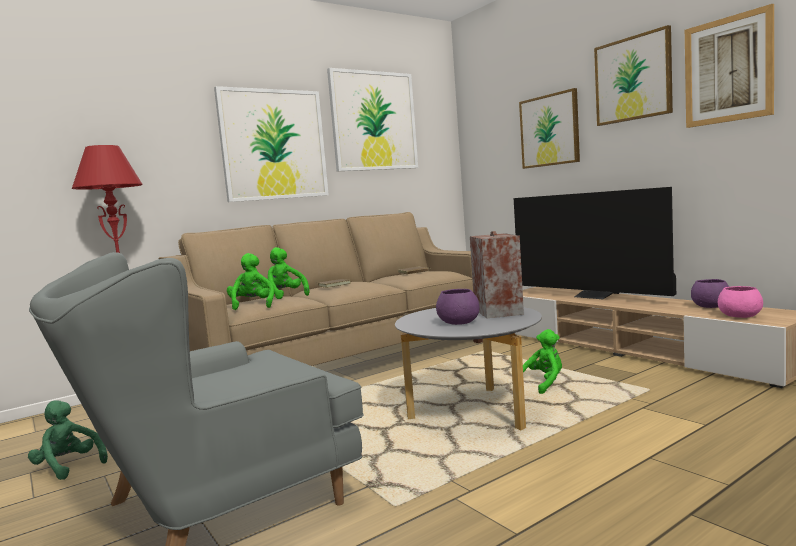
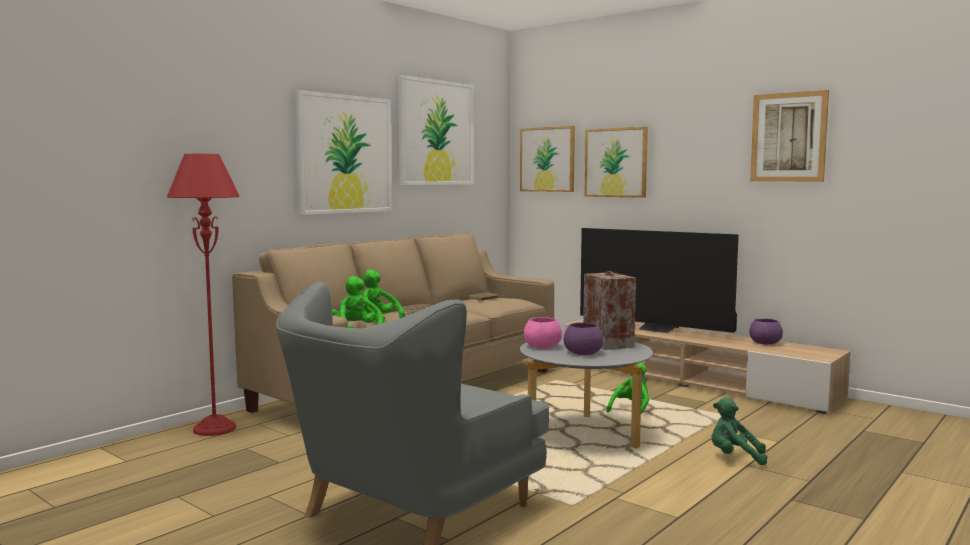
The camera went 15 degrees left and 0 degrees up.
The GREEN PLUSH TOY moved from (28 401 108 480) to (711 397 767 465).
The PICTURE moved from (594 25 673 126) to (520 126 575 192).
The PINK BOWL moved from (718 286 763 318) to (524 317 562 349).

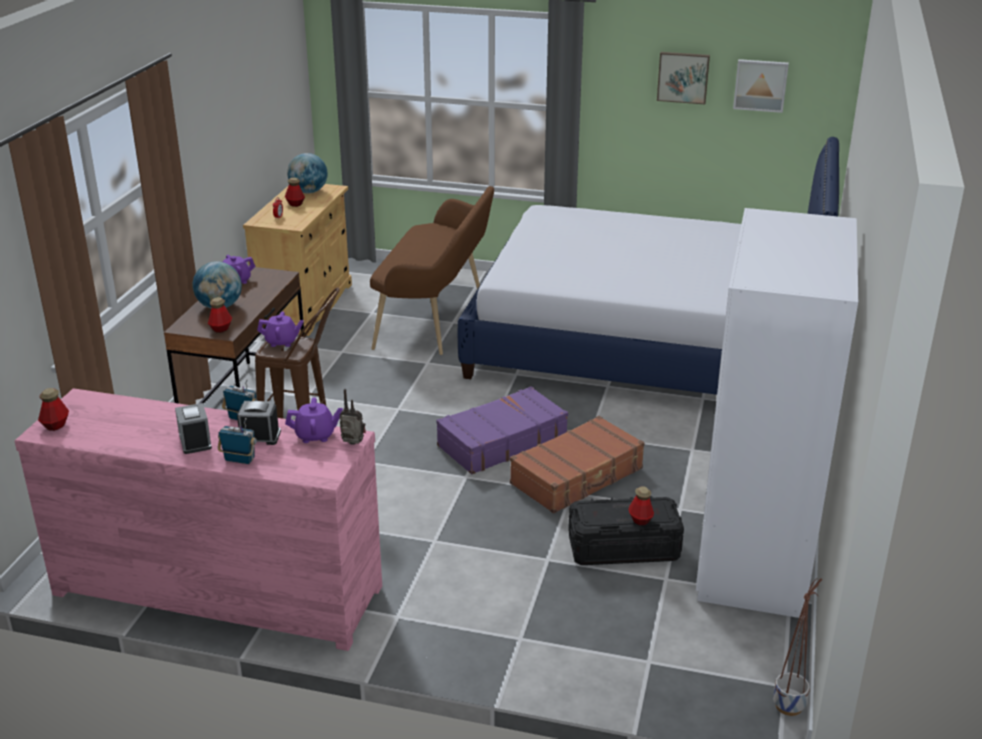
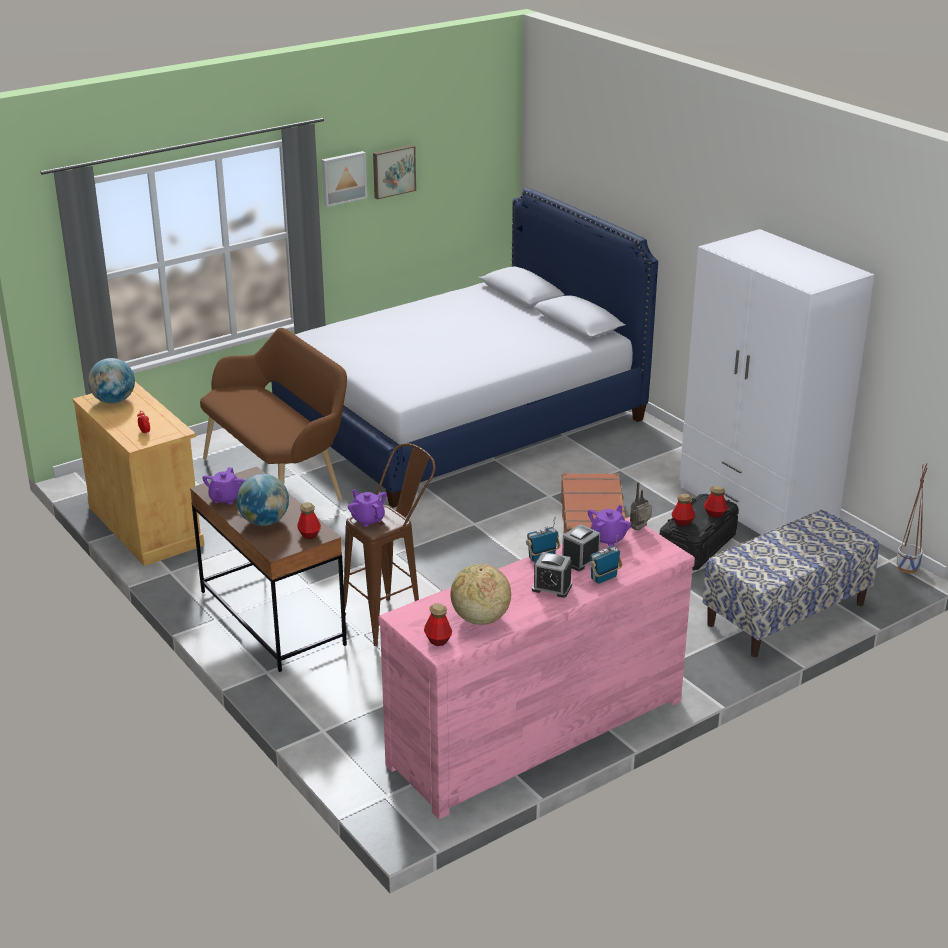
The camera went 50 degrees left and 0 degrees up.
The PURPLE TEAPOT at (257 311 304 347) turned 75 degrees counterclockwise.
The BOTTLE moved from (285 177 305 207) to (672 494 695 526).
The PURPLE SUITCASE at (436 386 568 474) disappeared.
The PICTURE moved from (733 59 789 113) to (322 151 367 207).
The GLOBE at (450 564 511 625) appeared.
The BENCH at (702 510 879 657) appeared.

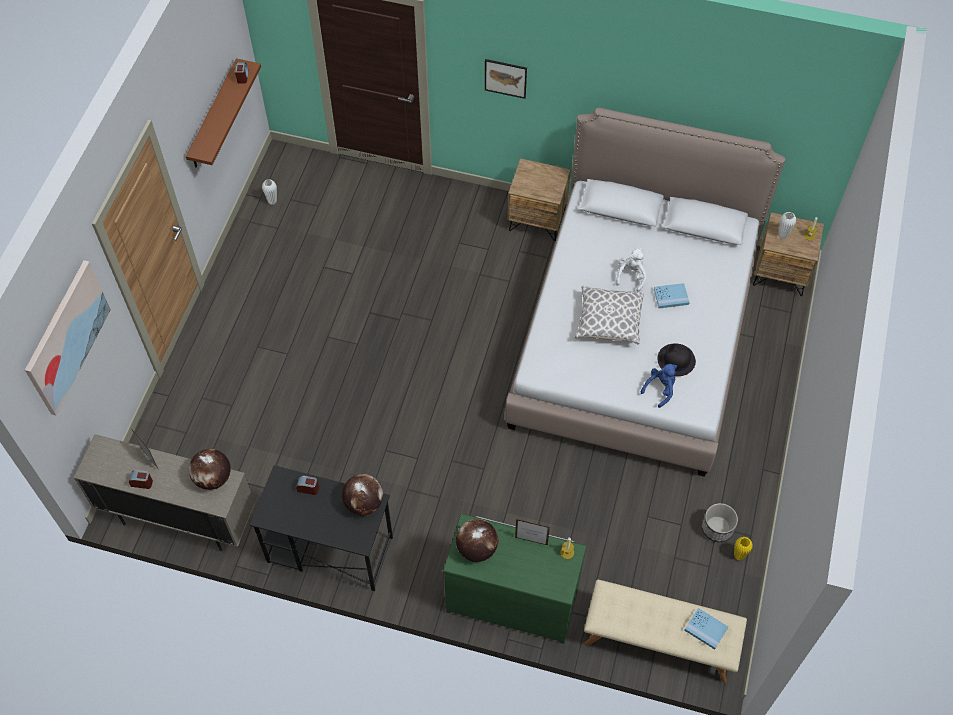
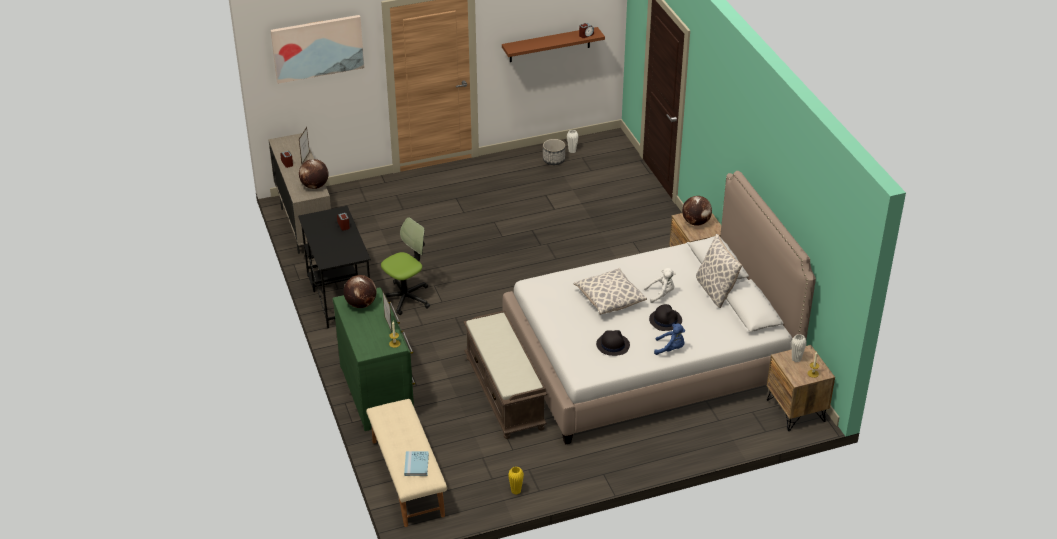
The camera went 55 degrees right and 20 degrees down.
The GLOBE moved from (342 474 383 515) to (682 196 712 226).
The PICTURE at (485 59 527 99) disappeared.
The BLUE PLUSH TOY moved from (640 364 677 408) to (654 323 685 355).
The BLUE BOOK at (654 283 690 309) was replaced by the BLACK HAT at (649 304 682 331).
The PLANTER moved from (702 503 738 542) to (543 139 565 165).
The OFFICE CHAIR at (381 217 430 315) appeared.
The BROWN BENCH at (463 310 547 439) appeared.
The PILLOW at (696 234 742 308) appeared.

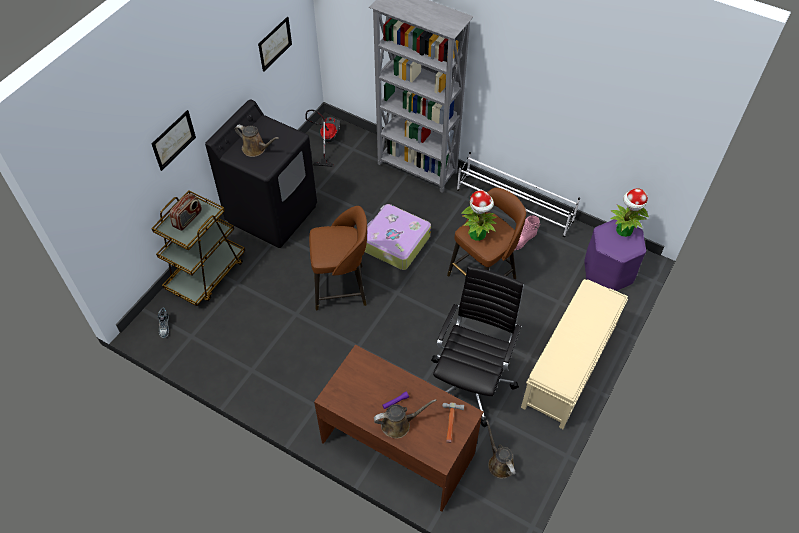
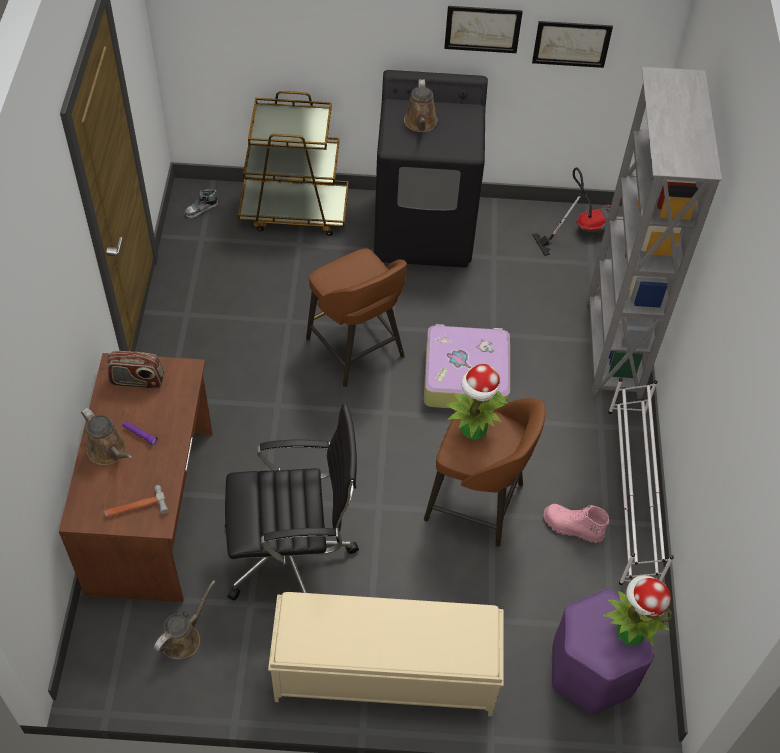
The camera went 60 degrees right and 0 degrees up.
The PICTURE moved from (152 110 196 171) to (444 6 523 53).
The RADIO moved from (169 193 202 231) to (107 351 164 389).

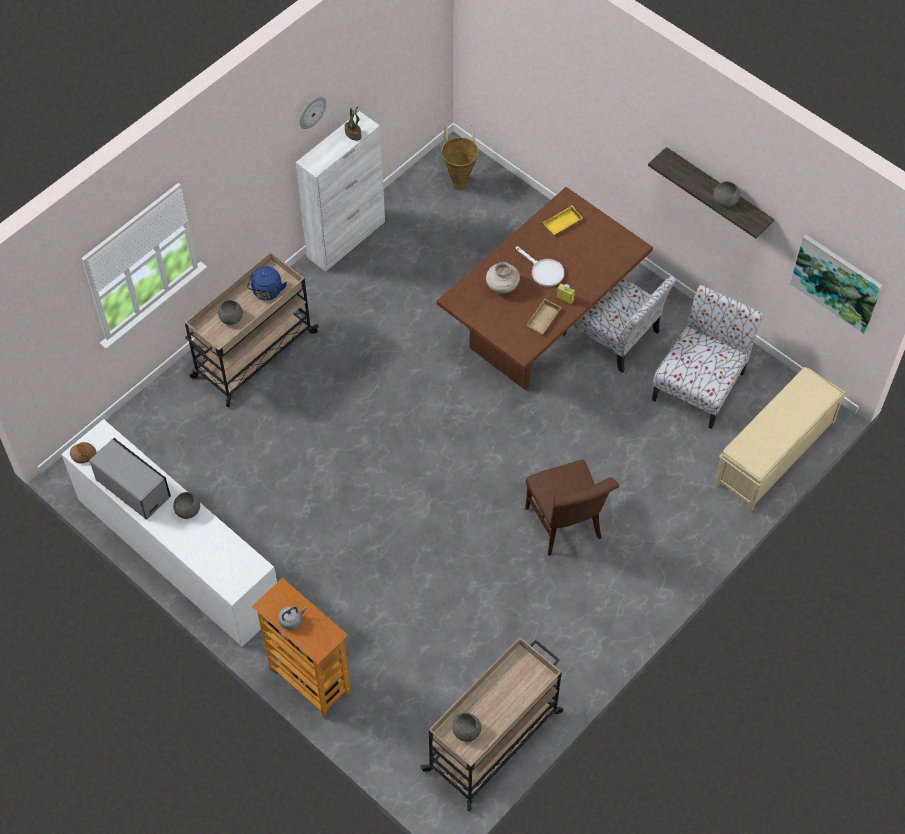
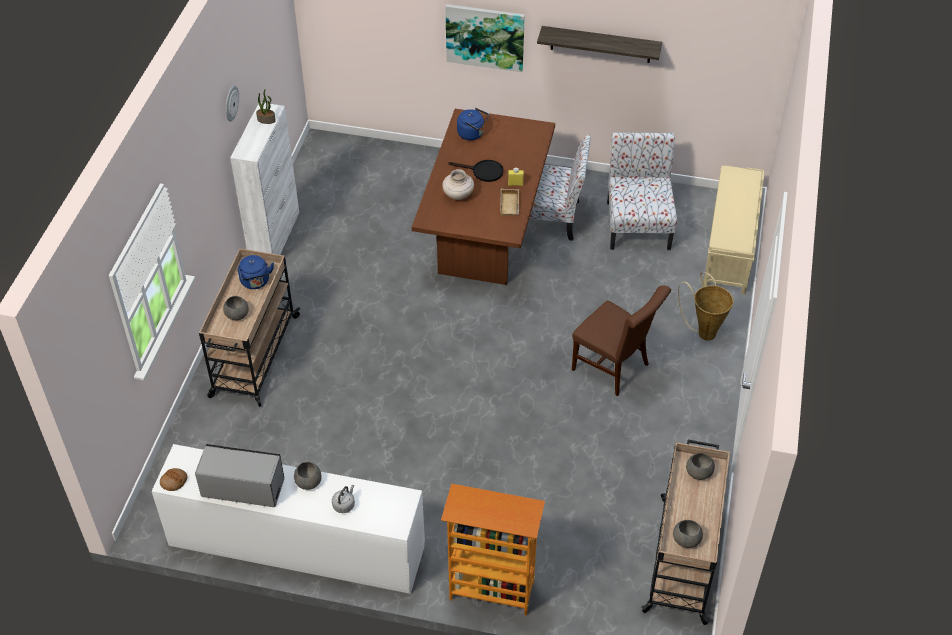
The camera went 30 degrees left and 10 degrees down.
The GREY KETTLE moved from (278 606 307 630) to (332 485 355 513).
The BASKET moved from (441 125 479 190) to (678 272 734 341).
The WHITE FRYING PAN at (516 246 564 286) became the BLACK FRYING PAN at (448 160 504 182).
The YELLOW TRAY at (543 205 583 235) was replaced by the BLUE KETTLE at (457 108 489 140).
The GREY BOWL moved from (713 181 740 207) to (686 453 715 480).
The PICTURE moved from (790 234 882 334) to (445 4 525 72).

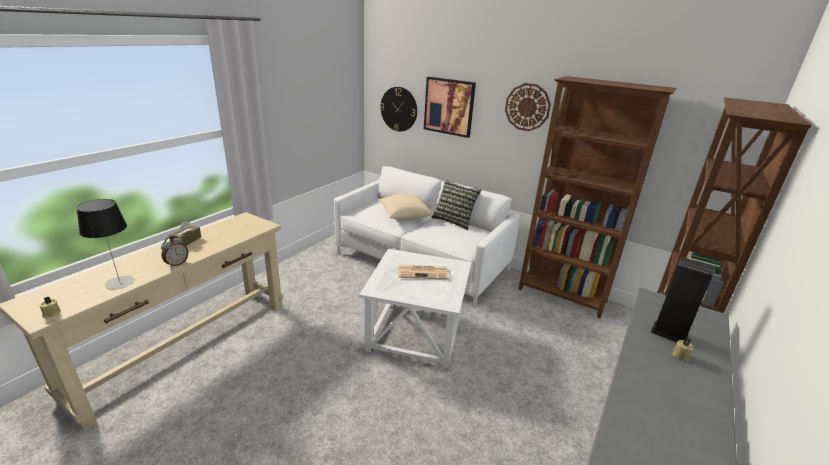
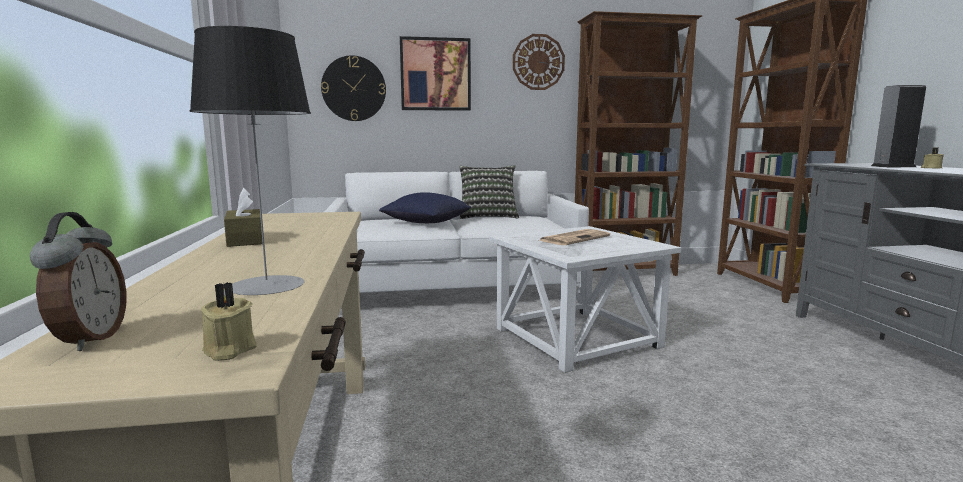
The camera went 40 degrees left and 15 degrees down.
The ALARM CLOCK moved from (161 235 188 268) to (30 212 126 351).
The BEIGE PILLOW at (378 194 433 219) became the BLUE PILLOW at (379 192 472 223).

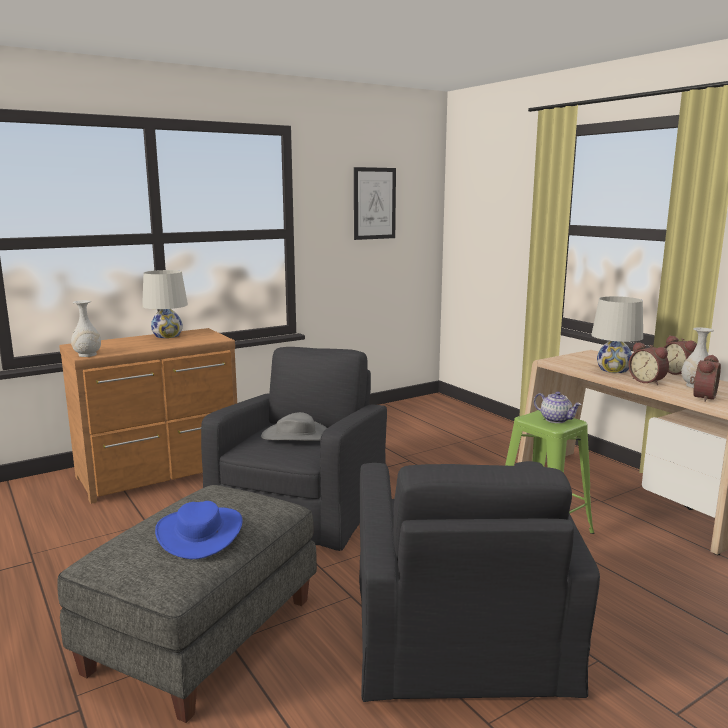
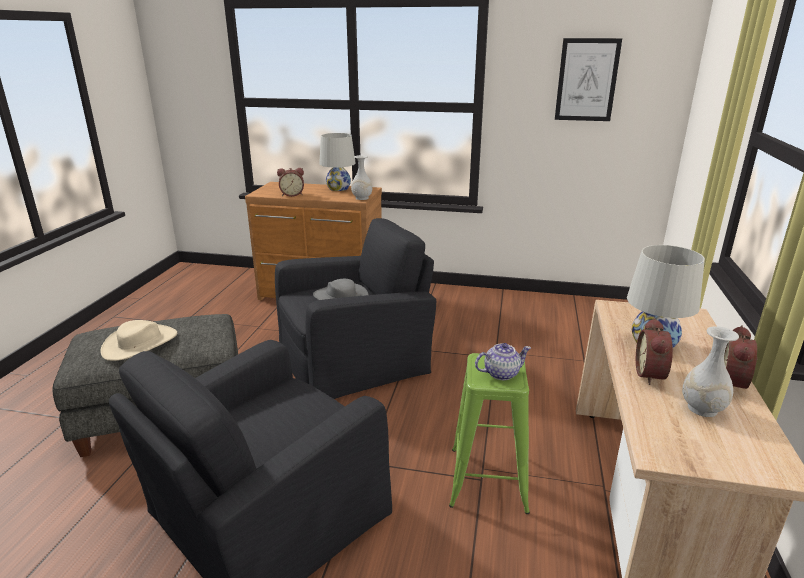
The camera went 45 degrees right and 10 degrees up.
The WHITE VASE moved from (71 300 101 357) to (351 155 373 200).
The BLUE HAT at (155 501 243 559) became the BEIGE HAT at (100 320 177 361).
The TEAPOT at (534 391 582 423) turned 105 degrees counterclockwise.
The ALARM CLOCK moved from (690 355 721 402) to (277 168 304 197).

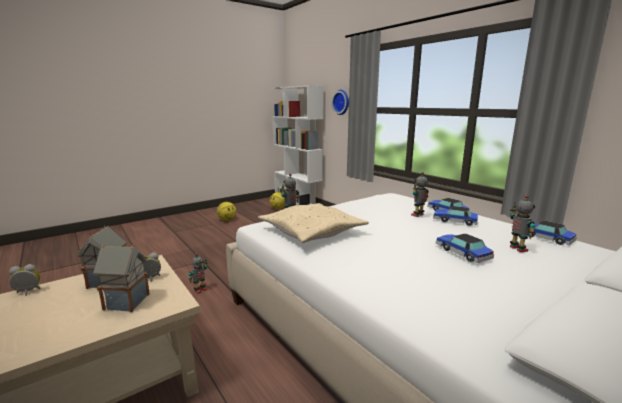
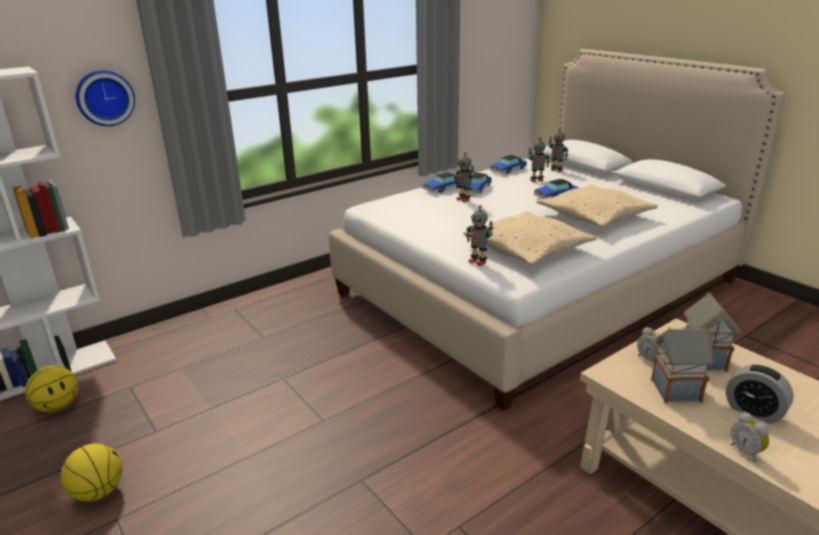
The camera went 90 degrees left and 10 degrees up.
The TOY ROBOT moved from (188 253 208 293) to (548 128 568 172).
The BEIGE PILLOW at (537 184 658 227) appeared.
The ALARM CLOCK at (726 365 794 424) appeared.

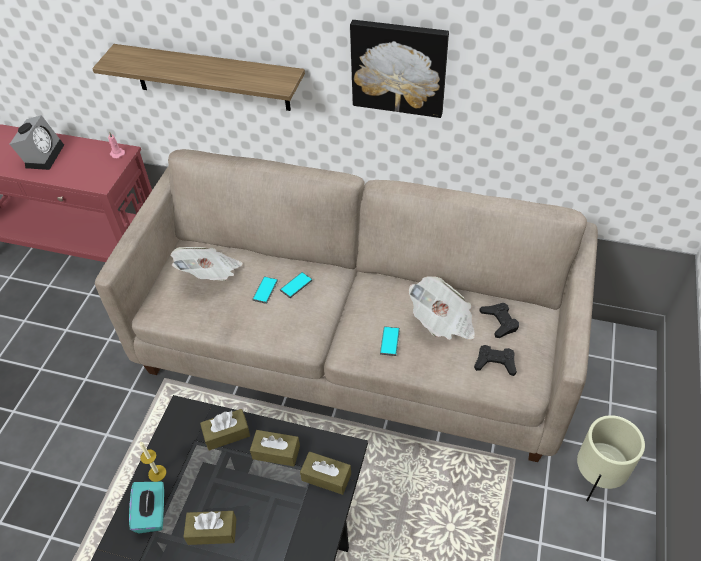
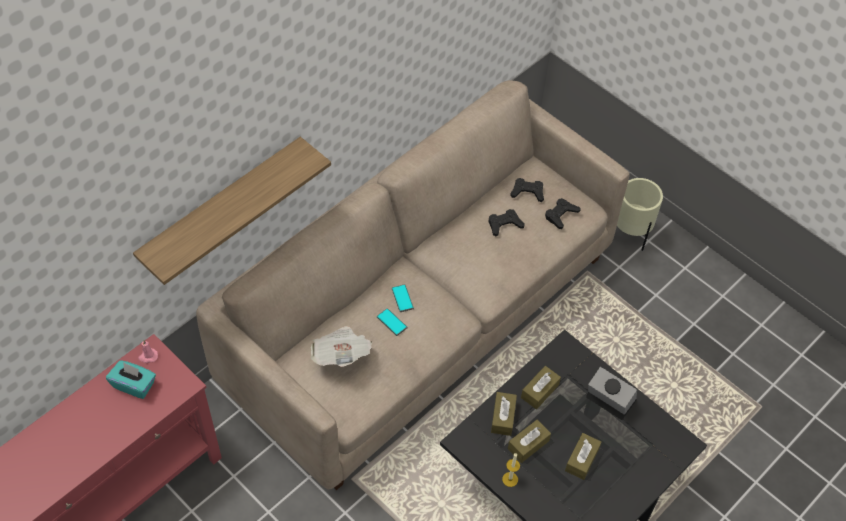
The camera went 65 degrees left and 5 degrees up.
The ALARM CLOCK moved from (10 115 64 170) to (586 367 637 420).
The TURQUOISE TISSUE BOX moved from (129 482 164 533) to (106 360 156 399).
The BROWN TISSUE BOX moved from (300 451 351 495) to (508 419 551 463).
The PICTURE at (350 20 449 118) disappeared.
The PHONE at (380 326 400 356) disappeared.
The NEWSPAPER at (409 276 475 340) was replaced by the BLACK GAME CONTROLLER at (489 209 525 236).

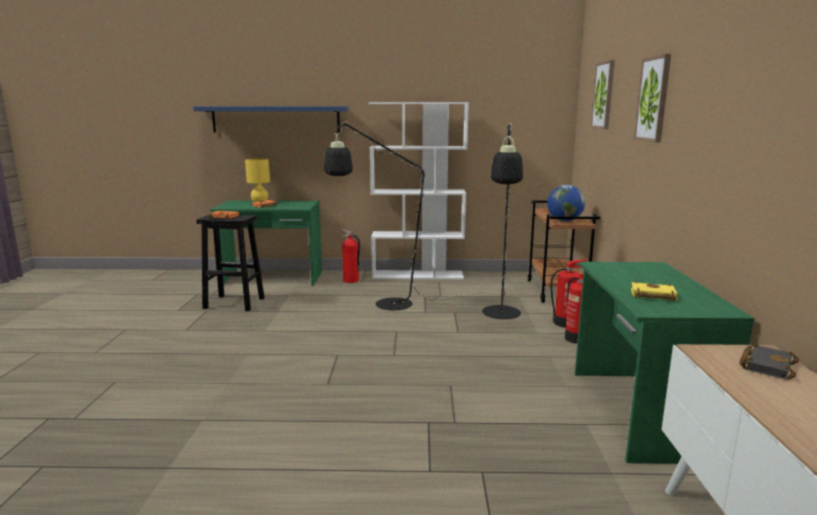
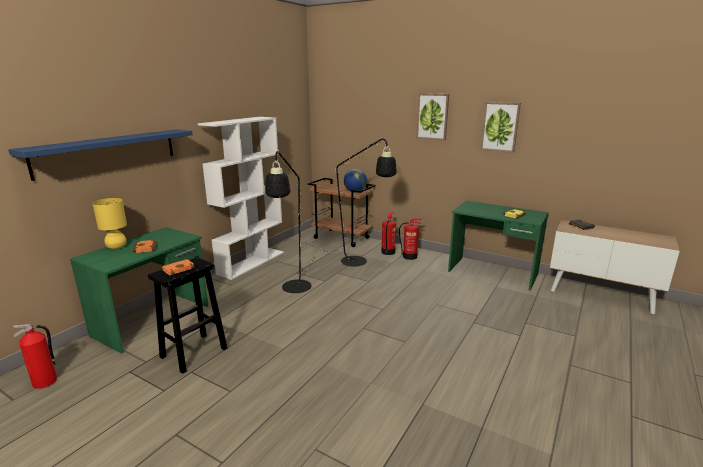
The camera went 60 degrees left and 5 degrees up.
The FIRE EXTINGUISHER moved from (341 229 360 283) to (13 324 57 389).
The PICTURE moved from (591 60 615 129) to (480 102 521 153).

